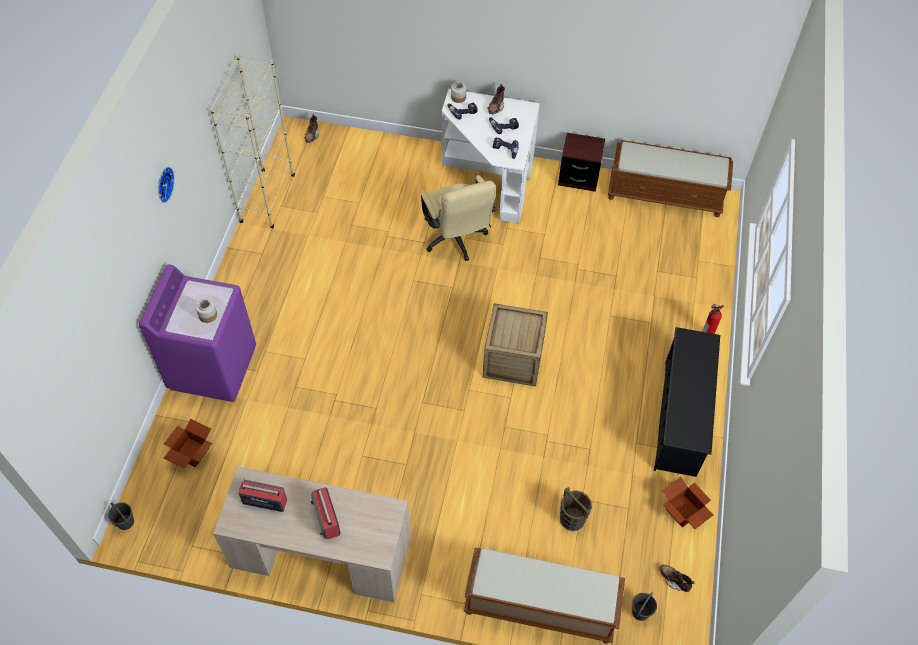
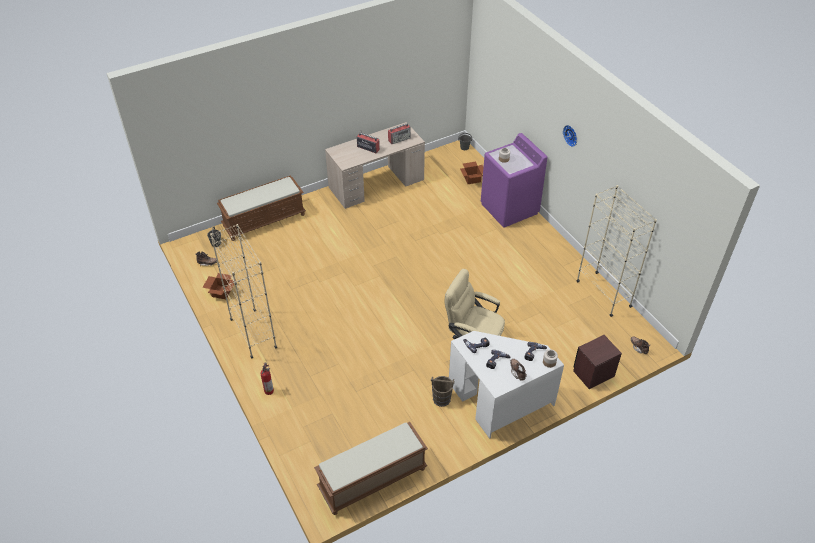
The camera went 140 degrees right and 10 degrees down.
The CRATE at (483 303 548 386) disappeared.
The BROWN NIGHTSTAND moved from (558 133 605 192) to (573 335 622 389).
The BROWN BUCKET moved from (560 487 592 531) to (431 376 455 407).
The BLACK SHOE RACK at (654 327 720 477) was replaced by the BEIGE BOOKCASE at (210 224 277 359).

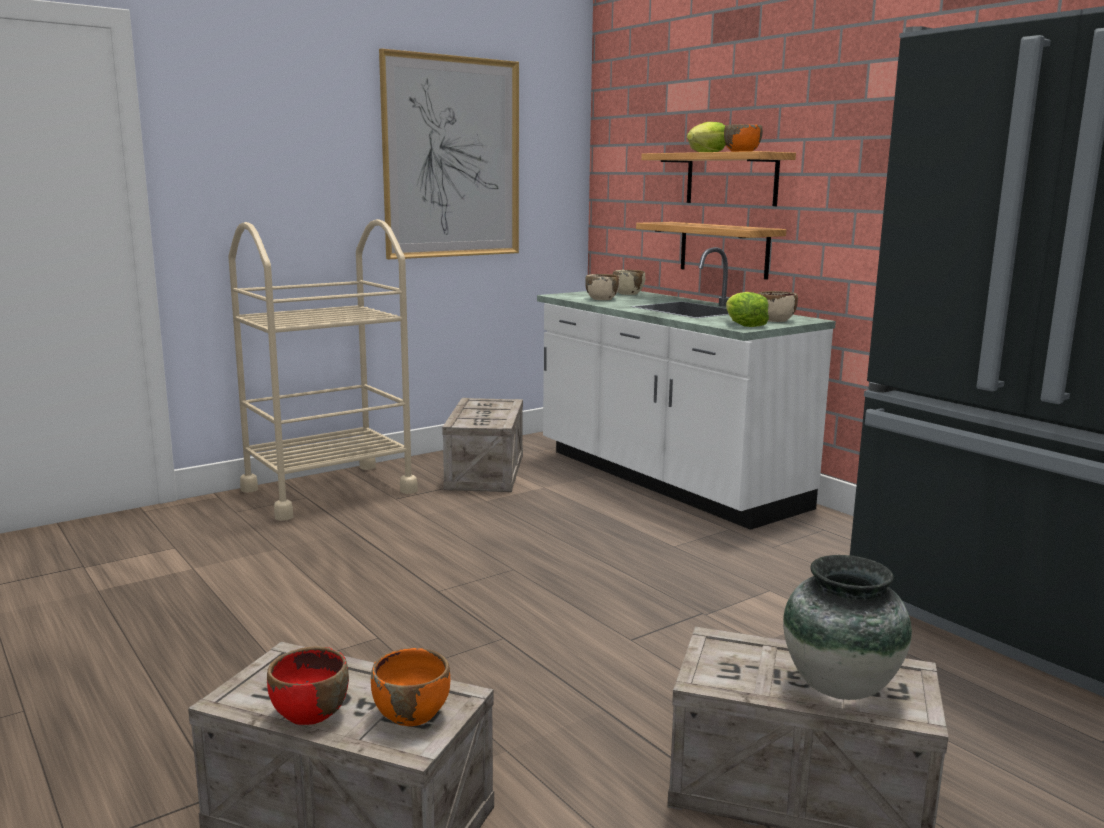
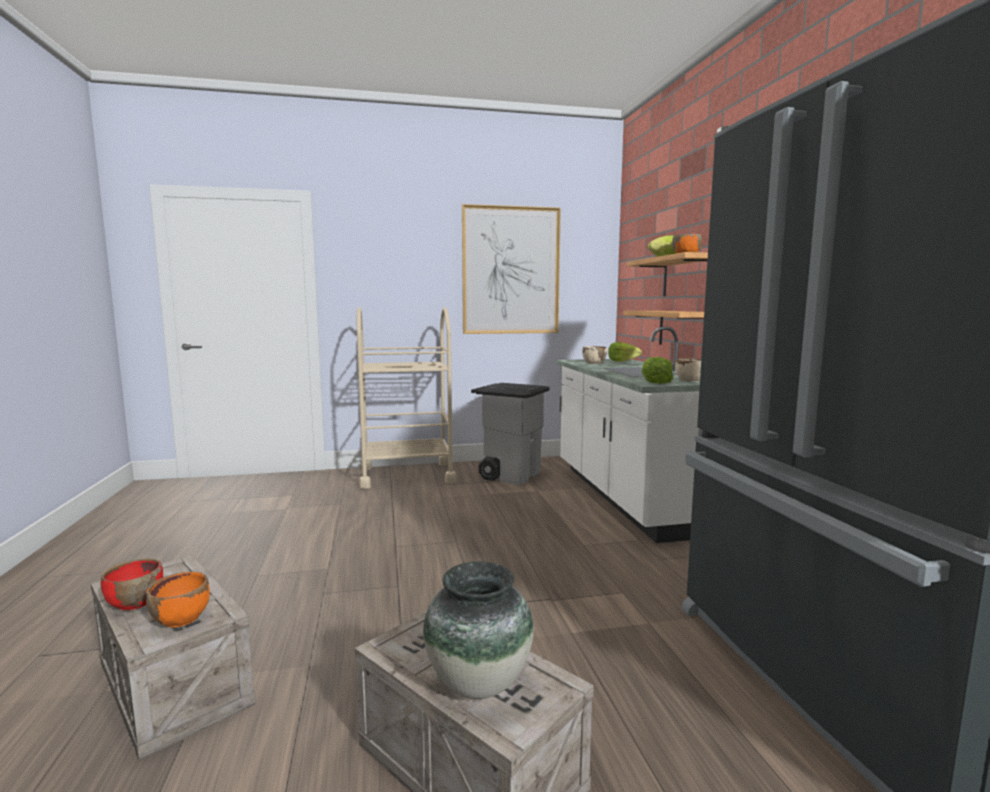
The camera went 25 degrees right and 5 degrees down.
The CRATE at (442 398 523 492) was replaced by the GREY TRASH CAN at (471 383 550 485).
The BEIGE BOWL at (613 270 645 295) was replaced by the LETTUCE at (608 342 642 362).

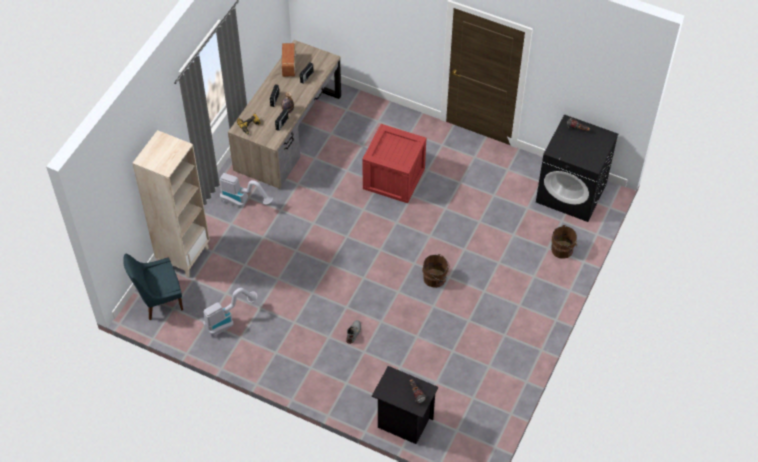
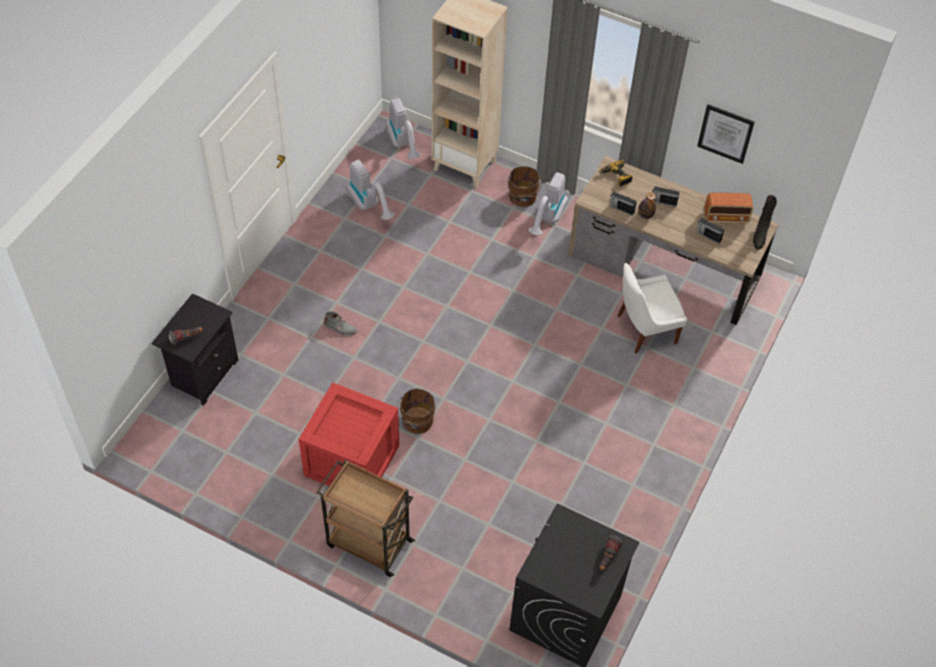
The camera went 90 degrees right and 0 degrees up.
The BLUE CHAIR at (123 254 183 320) was replaced by the VACUUM CLEANER at (386 98 421 159).
The CRATE moved from (362 124 426 203) to (299 382 399 486).
The BROWN BUCKET moved from (551 225 577 259) to (507 166 541 207).
The BROWN CART at (317 459 415 577) appeared.
The WHITE CHAIR at (618 263 687 354) appeared.
The PICTURE at (697 104 755 164) appeared.
The BLACK BOOT at (753 195 777 250) appeared.

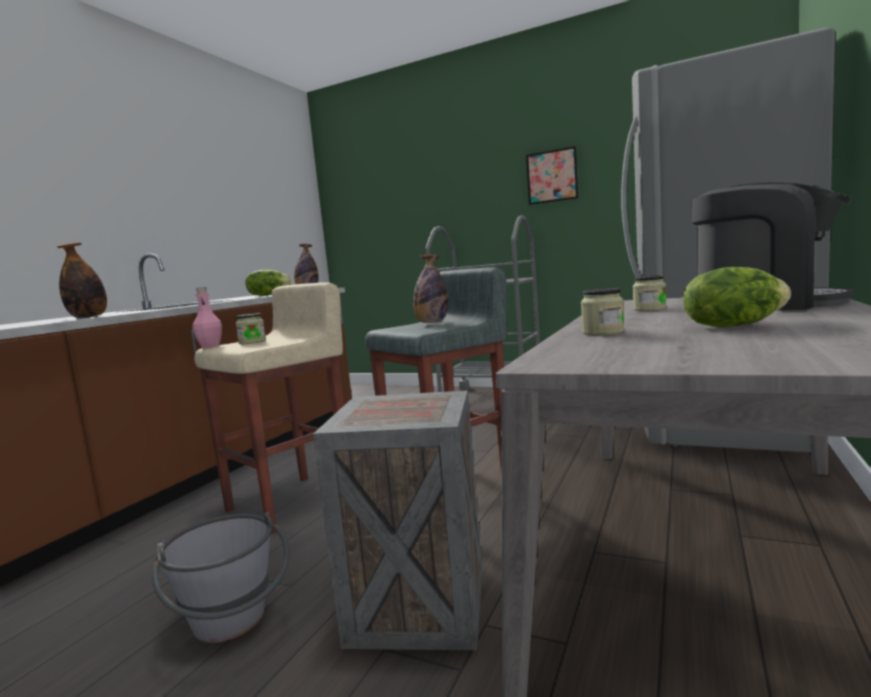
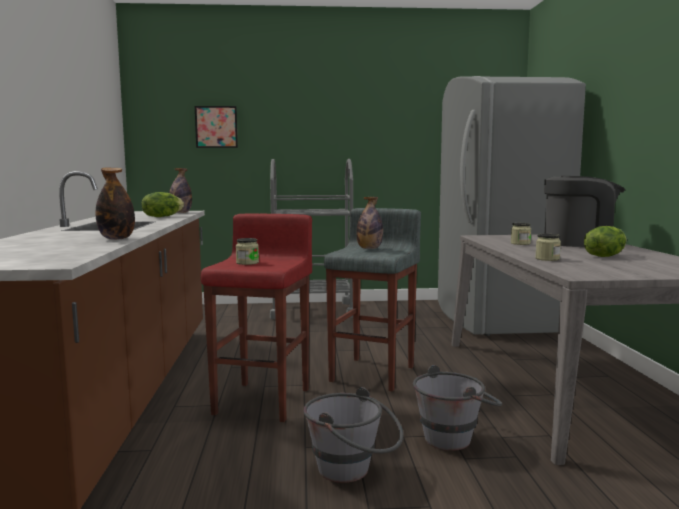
The camera went 30 degrees left and 0 degrees up.
The PINK BOTTLE at (192 287 222 348) disappeared.
The BEIGE STOOL at (194 282 344 535) became the RED STOOL at (201 213 312 422).
The CRATE at (313 390 482 650) was replaced by the GREY BUCKET at (413 365 502 451).
The PICTURE moved from (526 146 578 205) to (195 106 238 148).

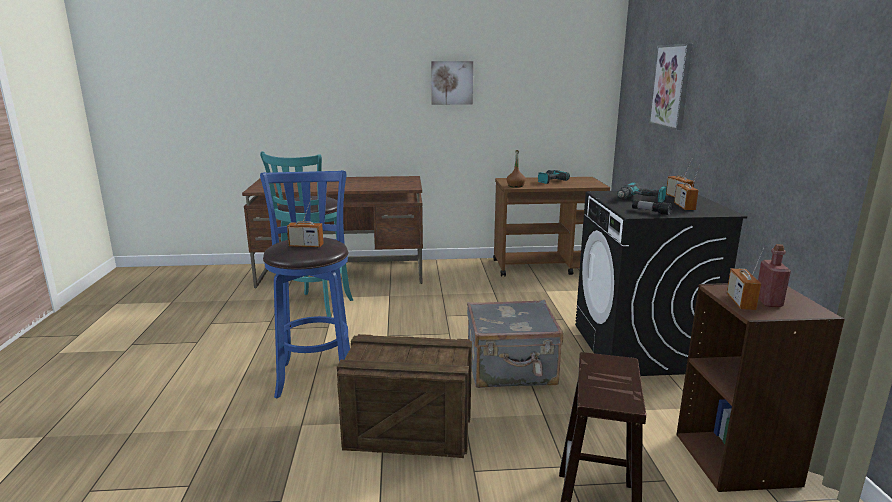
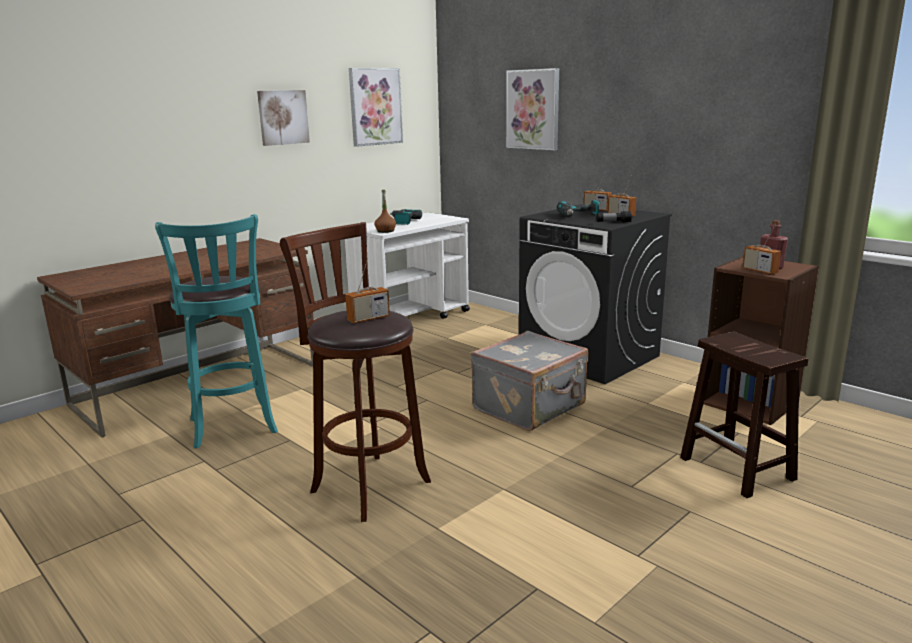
The camera went 40 degrees left and 0 degrees up.
The BLUE STOOL at (260 170 350 399) became the BROWN STOOL at (280 222 431 522).
The CRATE at (337 334 472 458) disappeared.
The BROWN CART at (493 177 610 277) became the WHITE CART at (345 213 470 319).
The PICTURE at (349 68 403 147) appeared.

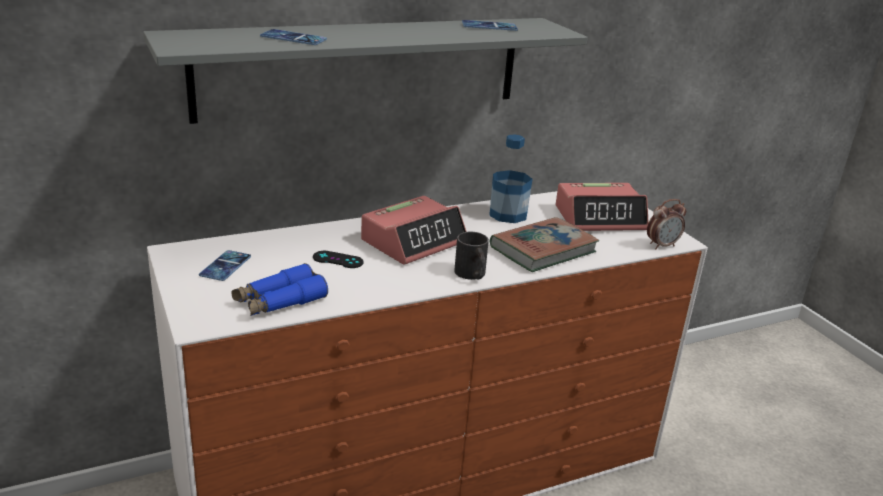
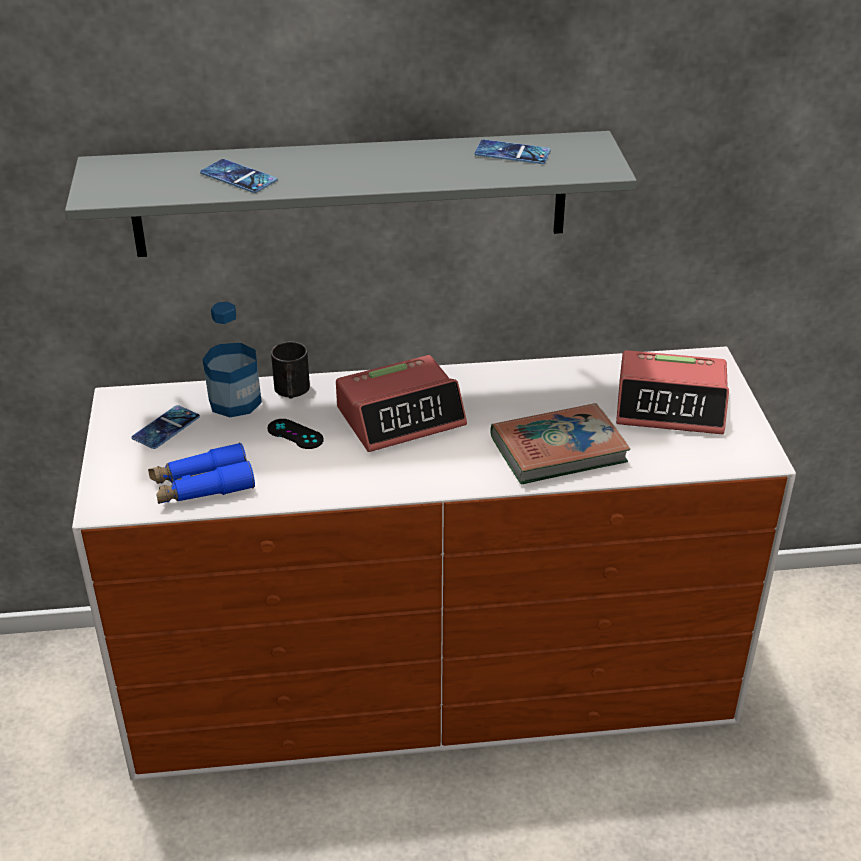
The camera went 20 degrees right and 10 degrees up.
The BLACK MUG moved from (454 232 489 280) to (271 342 310 399).
The BOTTLE moved from (489 134 533 223) to (202 302 262 417).
The ALARM CLOCK at (647 199 686 249) disappeared.

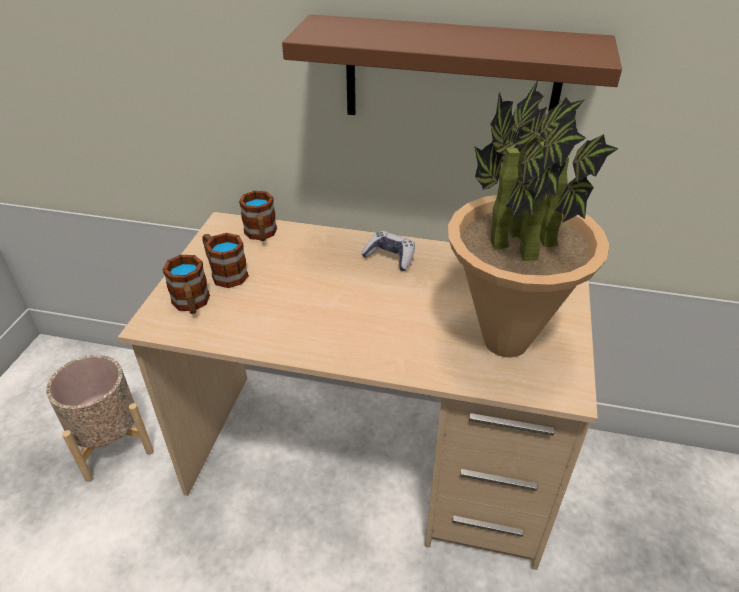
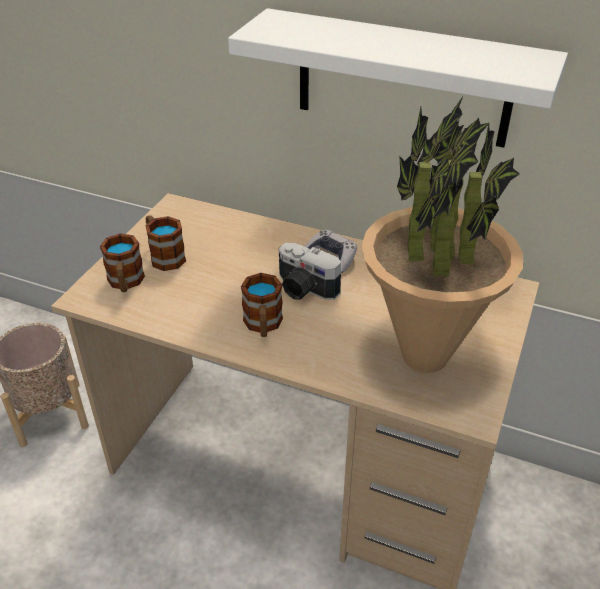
The camera went 10 degrees right and 0 degrees up.
The MUG moved from (239 191 277 241) to (241 273 283 337).
The BROWN SHELF at (282 14 622 115) became the WHITE SHELF at (228 8 568 148).
The PHOTO CAMERA at (279 243 341 300) appeared.

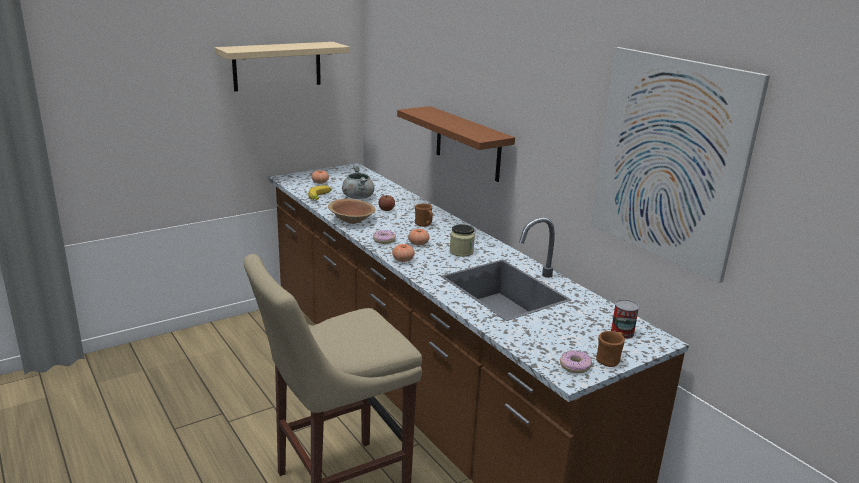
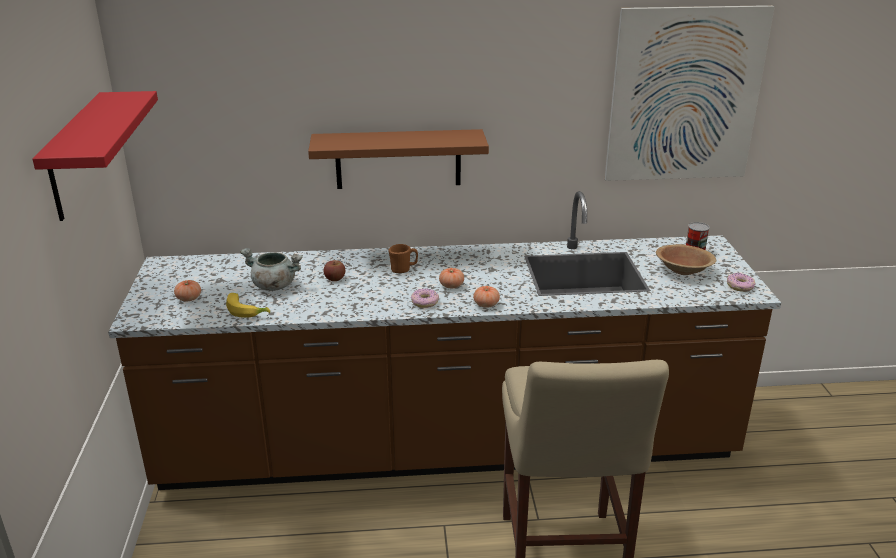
The camera went 60 degrees left and 5 degrees up.
The BEIGE SHELF at (215 42 350 92) became the RED SHELF at (32 91 158 221).
The BROWN BOWL moved from (328 199 376 224) to (656 244 716 275).
The JAR at (450 224 475 257) disappeared.
The BROWN MUG at (596 331 625 367) disappeared.

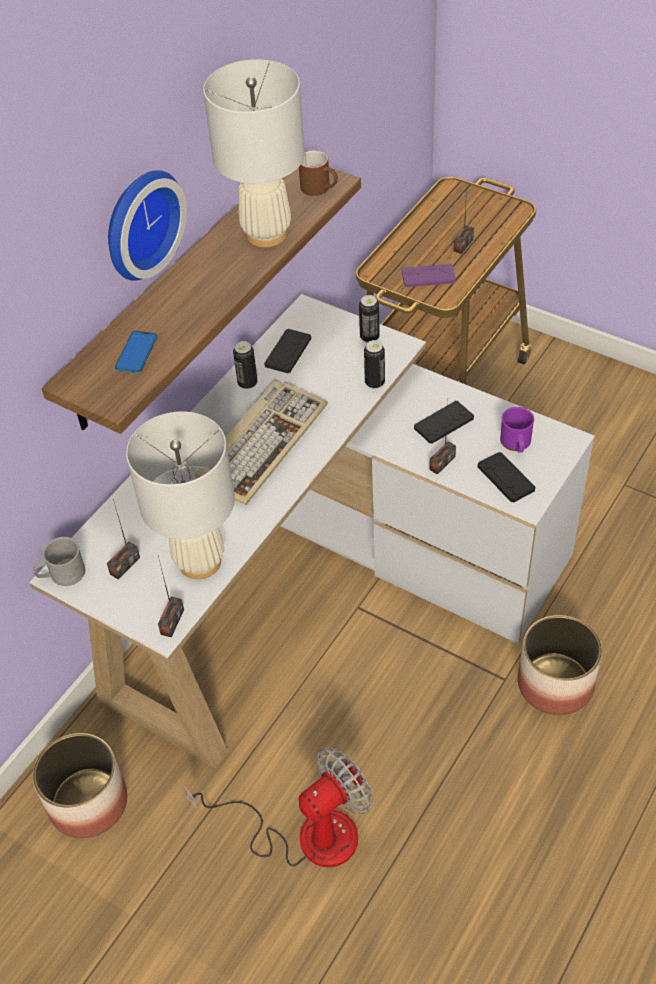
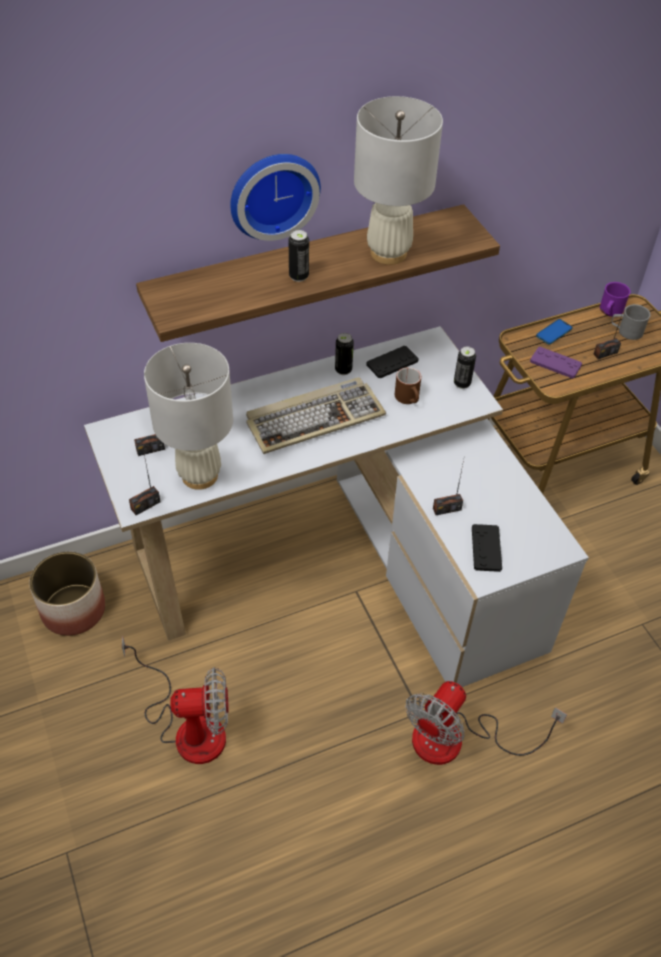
The camera went 30 degrees right and 0 degrees up.
The GREY MUG moved from (33 537 85 586) to (612 304 651 340).
The PHONE moved from (115 331 157 373) to (536 319 573 344).
The BROWN MUG moved from (299 150 338 196) to (395 367 421 404).
The CAN moved from (364 340 385 389) to (289 230 309 282).
The BLACK GAME CONTROLLER at (414 401 474 444) disappeared.
The PURPLE MUG moved from (500 407 534 452) to (600 282 631 317).
The PLANTER at (518 615 602 715) was replaced by the FAN at (406 681 567 765).

